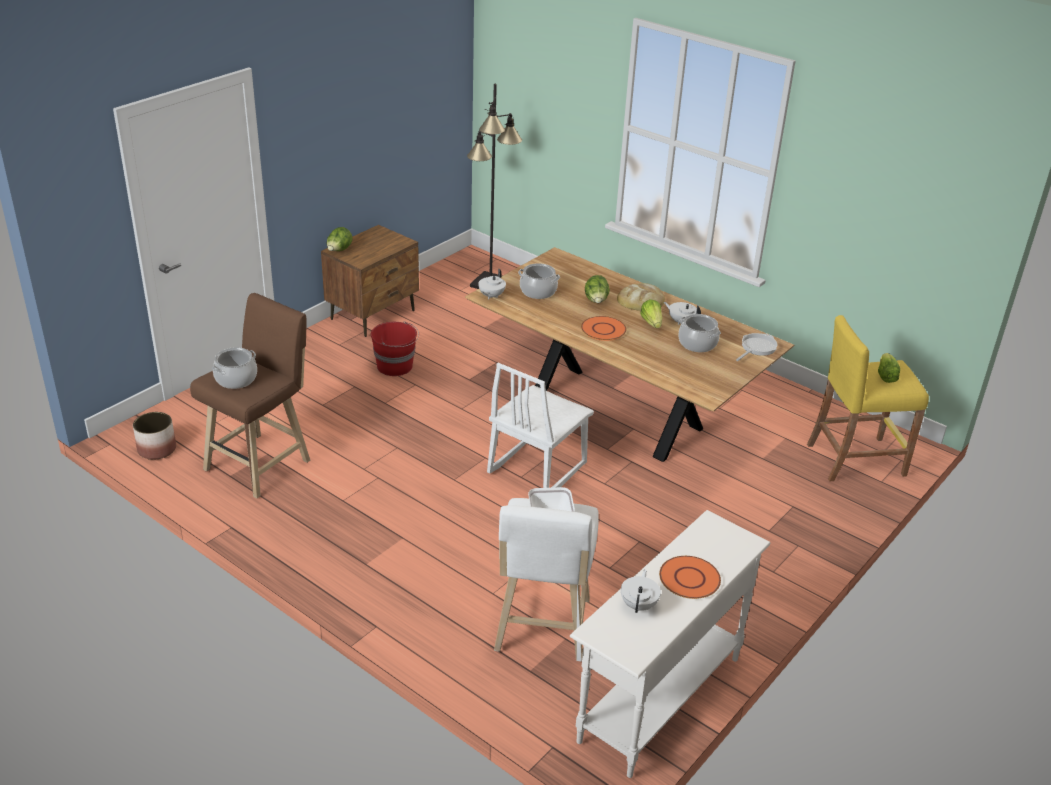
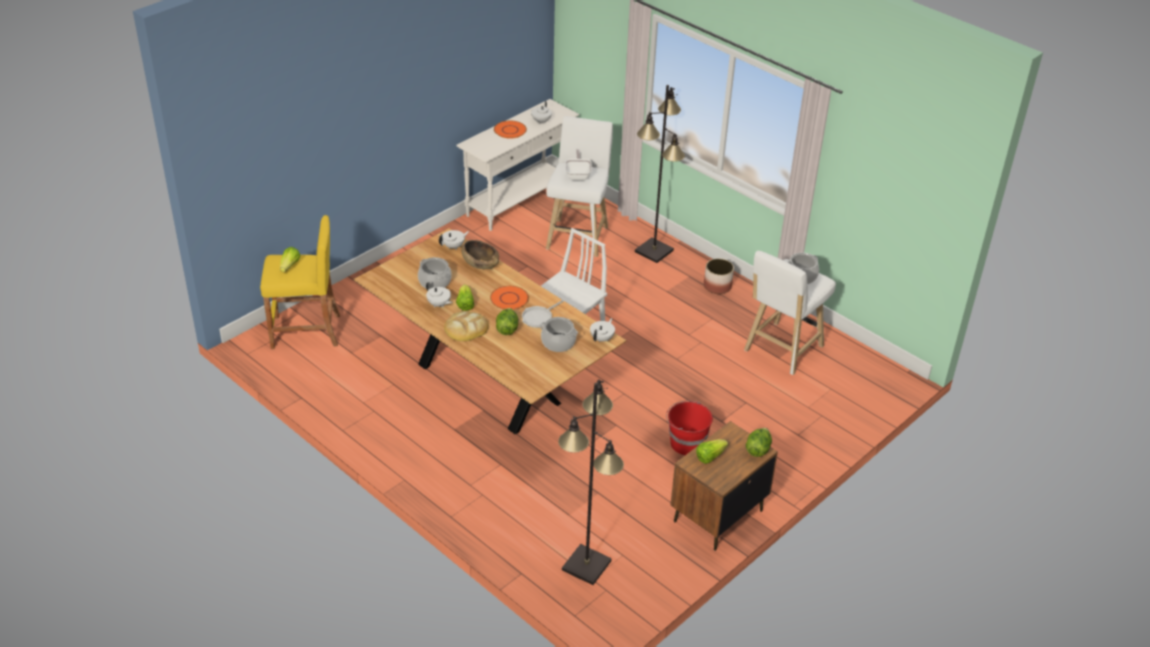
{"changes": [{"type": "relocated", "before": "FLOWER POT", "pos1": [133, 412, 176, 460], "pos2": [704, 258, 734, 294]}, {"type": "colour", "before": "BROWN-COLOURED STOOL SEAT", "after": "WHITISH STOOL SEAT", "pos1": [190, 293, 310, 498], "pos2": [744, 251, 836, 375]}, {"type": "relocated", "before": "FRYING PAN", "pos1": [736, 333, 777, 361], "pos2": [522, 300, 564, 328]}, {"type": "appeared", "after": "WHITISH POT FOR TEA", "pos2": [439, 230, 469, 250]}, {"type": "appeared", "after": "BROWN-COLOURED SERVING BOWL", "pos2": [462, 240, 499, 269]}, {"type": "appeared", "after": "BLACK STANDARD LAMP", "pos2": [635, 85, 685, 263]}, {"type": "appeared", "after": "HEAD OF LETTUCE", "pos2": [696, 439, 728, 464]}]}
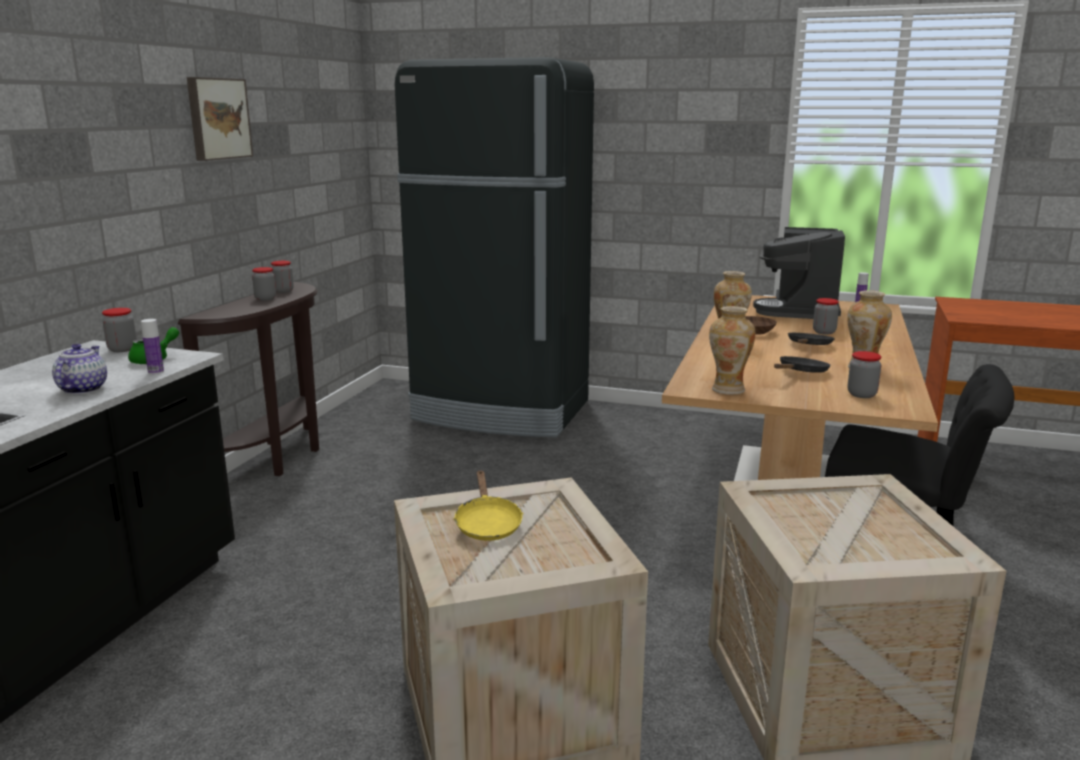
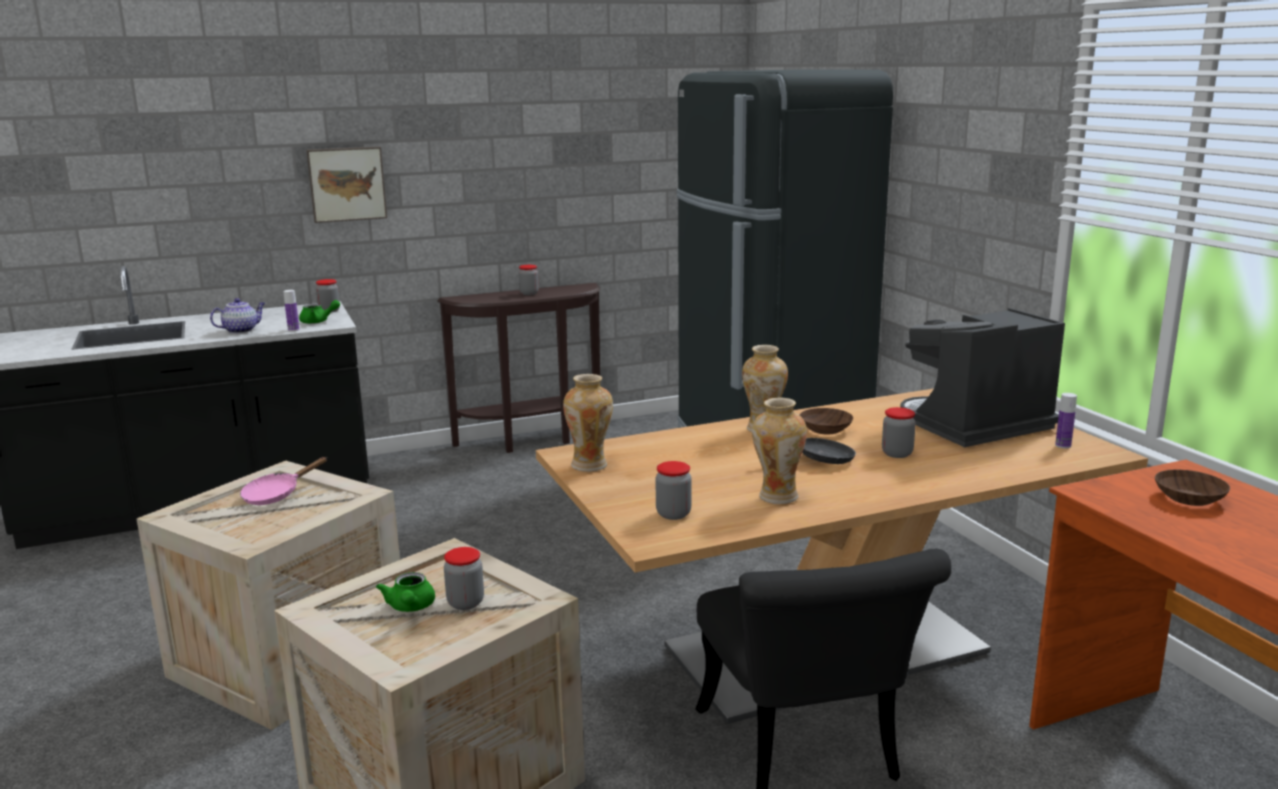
{"changes": [{"type": "relocated", "before": "PICTURE", "pos1": [187, 77, 253, 161], "pos2": [306, 147, 387, 223]}, {"type": "relocated", "before": "JAR", "pos1": [271, 261, 294, 293], "pos2": [444, 547, 484, 610]}, {"type": "colour", "before": "YELLOWISH FRYING PAN", "after": "PINK FRYING PAN", "pos1": [453, 470, 523, 541], "pos2": [240, 457, 327, 505]}, {"type": "missing", "before": "BLACK FRYING PAN", "pos1": [774, 356, 831, 373]}, {"type": "appeared", "after": "GREEN POT FOR TEA", "pos2": [376, 572, 435, 612]}, {"type": "appeared", "after": "BROWN-COLOURED SERVING BOWL", "pos2": [1155, 470, 1230, 506]}]}
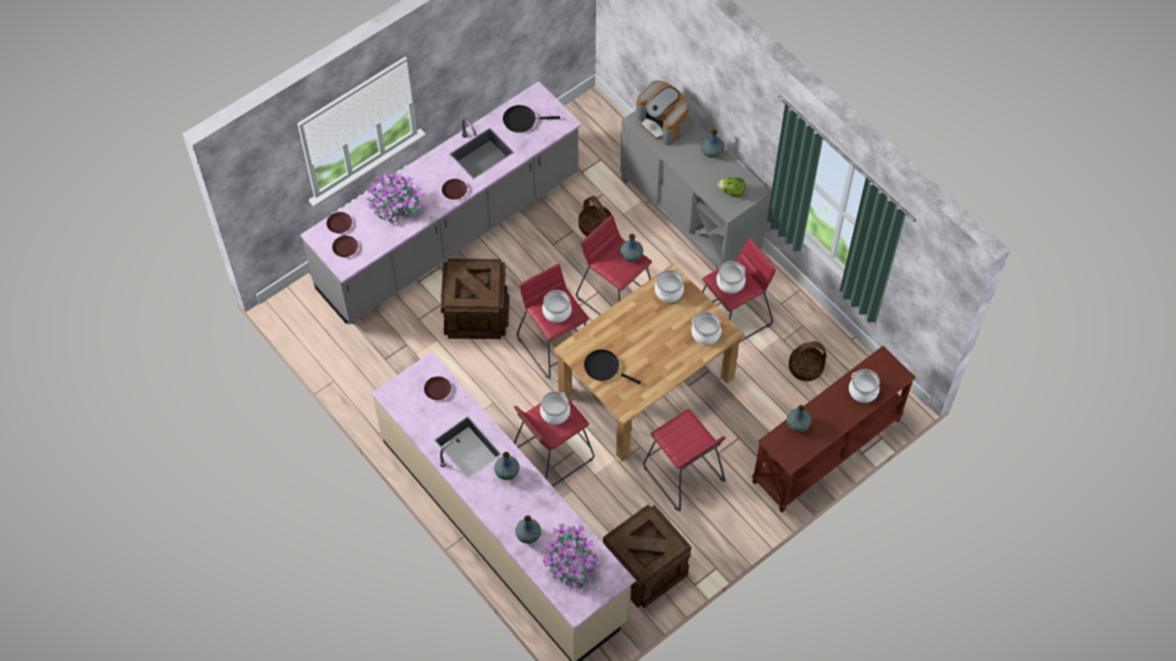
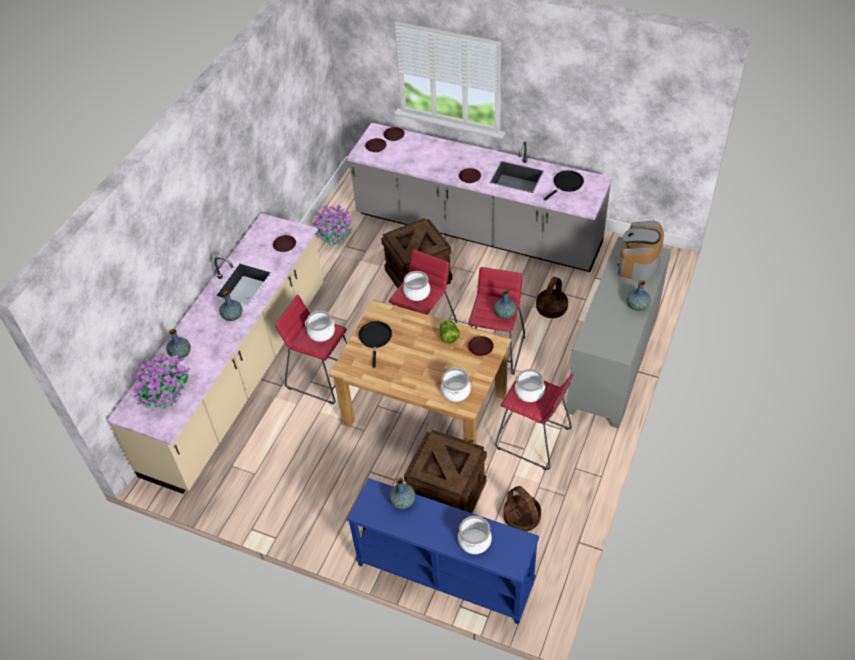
{"changes": [{"type": "relocated", "before": "HOUSEPLANT", "pos1": [366, 172, 423, 222], "pos2": [311, 205, 352, 246]}, {"type": "spun", "before": "BLACK FRYING PAN", "pos1": [503, 105, 560, 133], "pos2": [544, 170, 584, 201], "turn": 75}, {"type": "relocated", "before": "CRATE", "pos1": [603, 505, 691, 608], "pos2": [404, 430, 487, 513]}, {"type": "missing", "before": "RED STOOL SEAT", "pos1": [643, 409, 726, 511]}, {"type": "exchanged", "before": "COOKING POT", "after": "BROWN-COLOURED FLAT DISH", "pos1": [655, 270, 684, 302], "pos2": [468, 336, 494, 356]}, {"type": "relocated", "before": "HEAD OF LETTUCE", "pos1": [718, 178, 745, 198], "pos2": [440, 318, 460, 344]}, {"type": "colour", "before": "BROWN-COLOURED NARROW TABLE", "after": "BLUISH NARROW TABLE", "pos1": [752, 346, 915, 512], "pos2": [347, 478, 539, 624]}]}
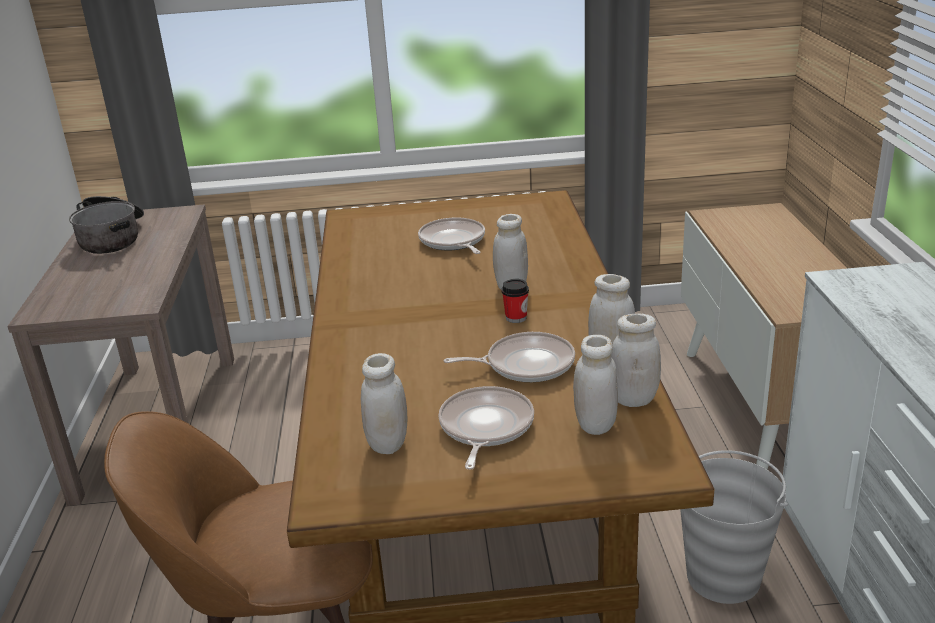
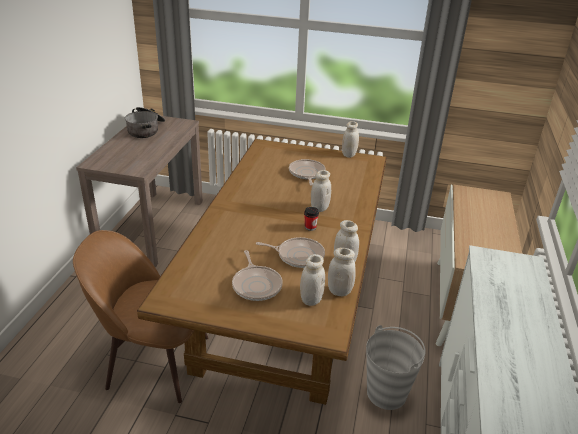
{"changes": [{"type": "relocated", "before": "WHITISH JAR", "pos1": [361, 353, 407, 454], "pos2": [342, 121, 359, 158]}, {"type": "spun", "before": "FRYING PAN", "pos1": [439, 386, 534, 470], "pos2": [232, 250, 283, 301], "turn": 135}]}
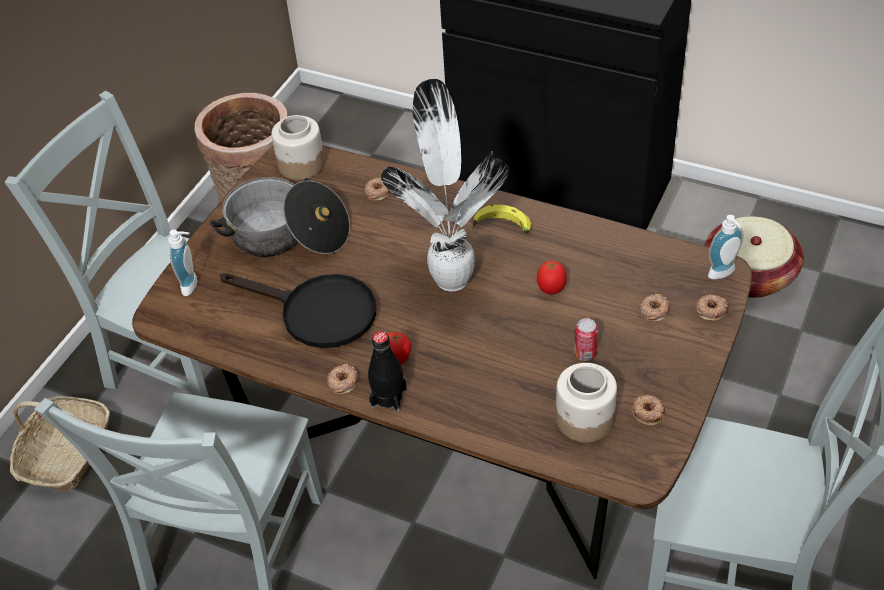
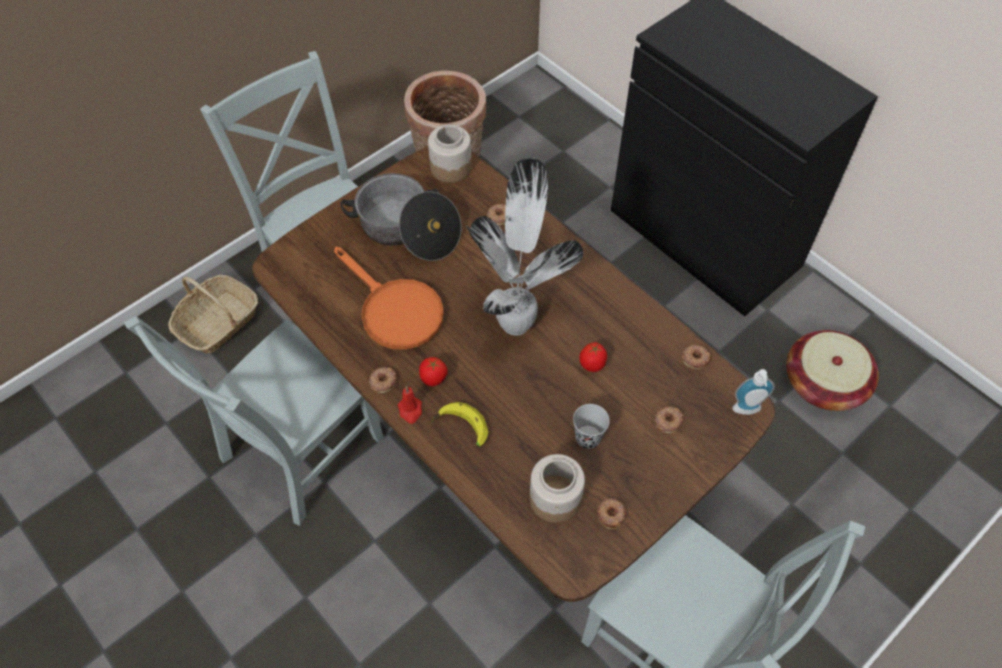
{"changes": [{"type": "missing", "before": "LIQUID SOAP BOTTLE", "pos1": [168, 230, 197, 296]}, {"type": "colour", "before": "BLACK FRYING PAN", "after": "ORANGE-COLOURED FRYING PAN", "pos1": [220, 273, 376, 348], "pos2": [334, 247, 444, 350]}, {"type": "exchanged", "before": "BLACK BOTTLE", "after": "RED WAX CANDLE", "pos1": [368, 331, 407, 412], "pos2": [398, 386, 422, 424]}, {"type": "relocated", "before": "BANANA FRUIT", "pos1": [472, 204, 531, 233], "pos2": [432, 402, 488, 448]}, {"type": "exchanged", "before": "CAN", "after": "BLACK SMALL CUP", "pos1": [574, 318, 598, 361], "pos2": [573, 404, 610, 449]}, {"type": "relocated", "before": "RING DOUGHNUT", "pos1": [695, 294, 729, 321], "pos2": [681, 344, 711, 370]}]}
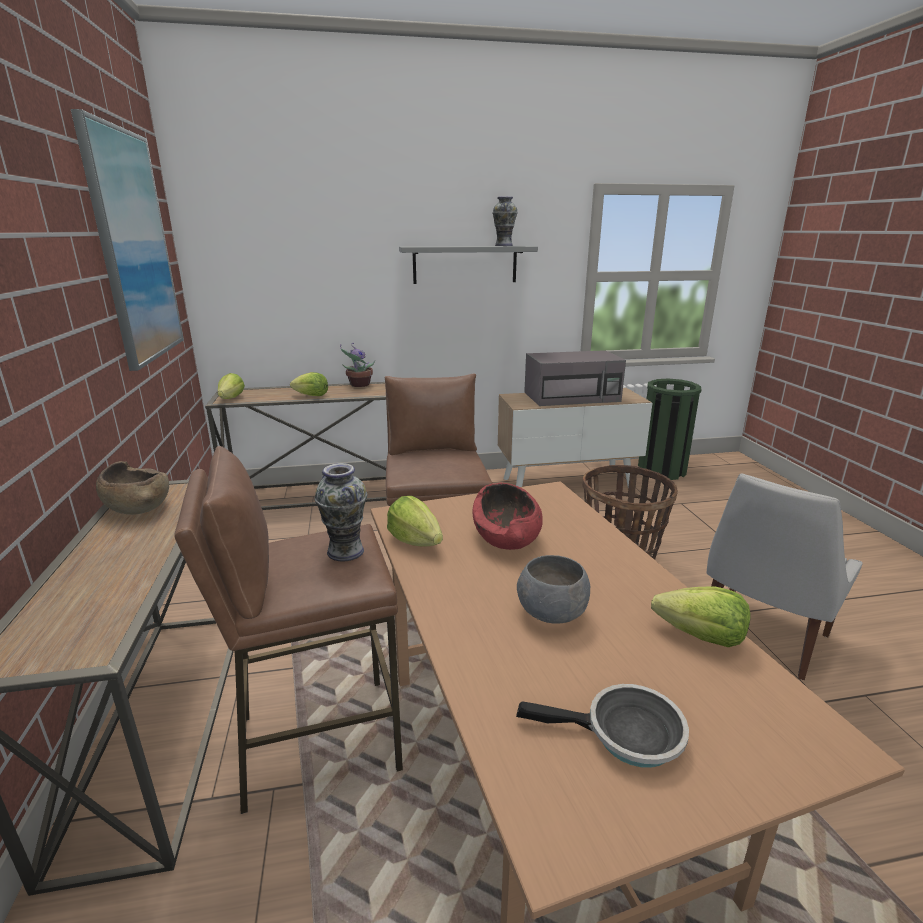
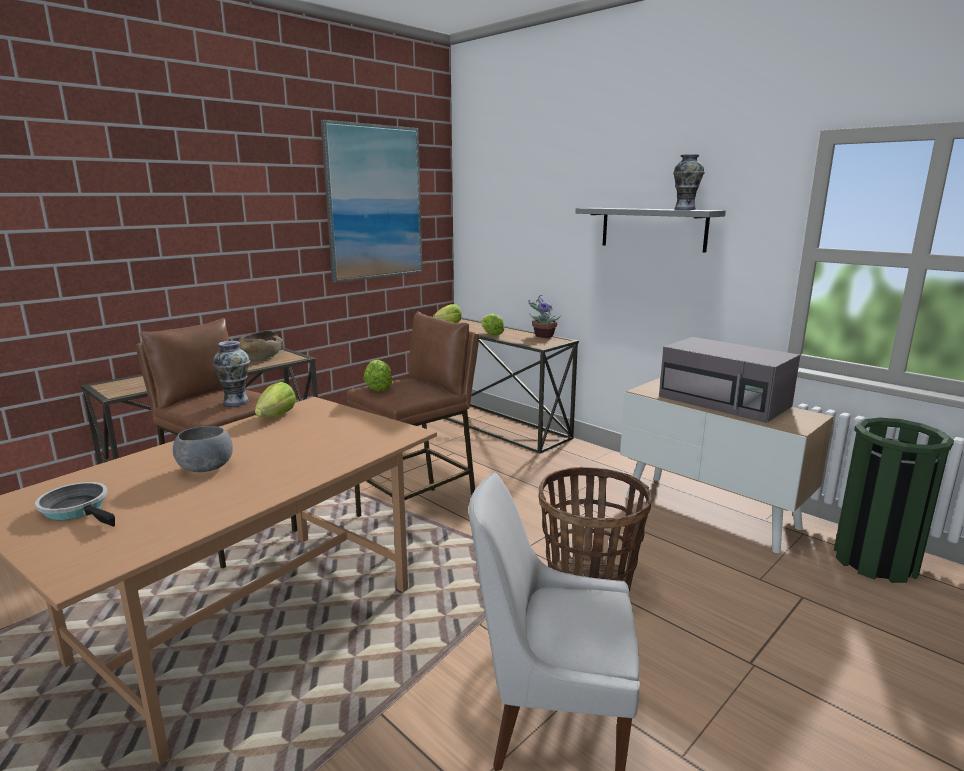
{"changes": [{"type": "missing", "before": "RED SERVING BOWL", "pos1": [472, 483, 543, 550]}, {"type": "spun", "before": "FRYING PAN", "pos1": [516, 684, 689, 768], "pos2": [35, 482, 115, 527], "turn": 150}, {"type": "relocated", "before": "HEAD OF LETTUCE", "pos1": [651, 586, 750, 647], "pos2": [364, 360, 392, 391]}]}
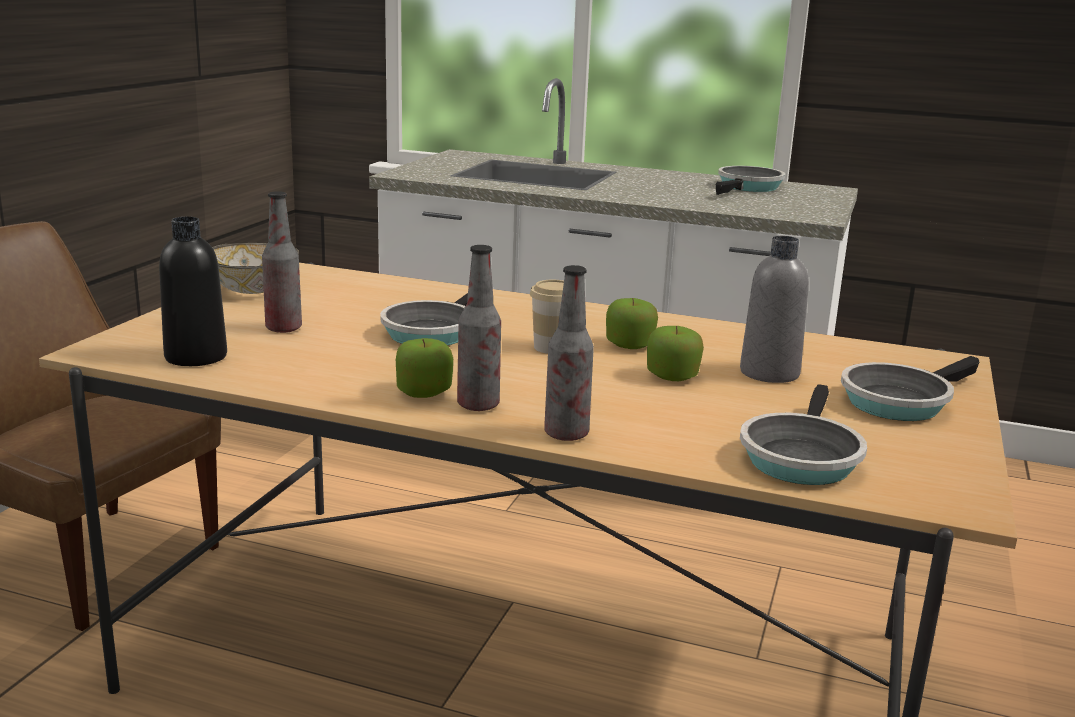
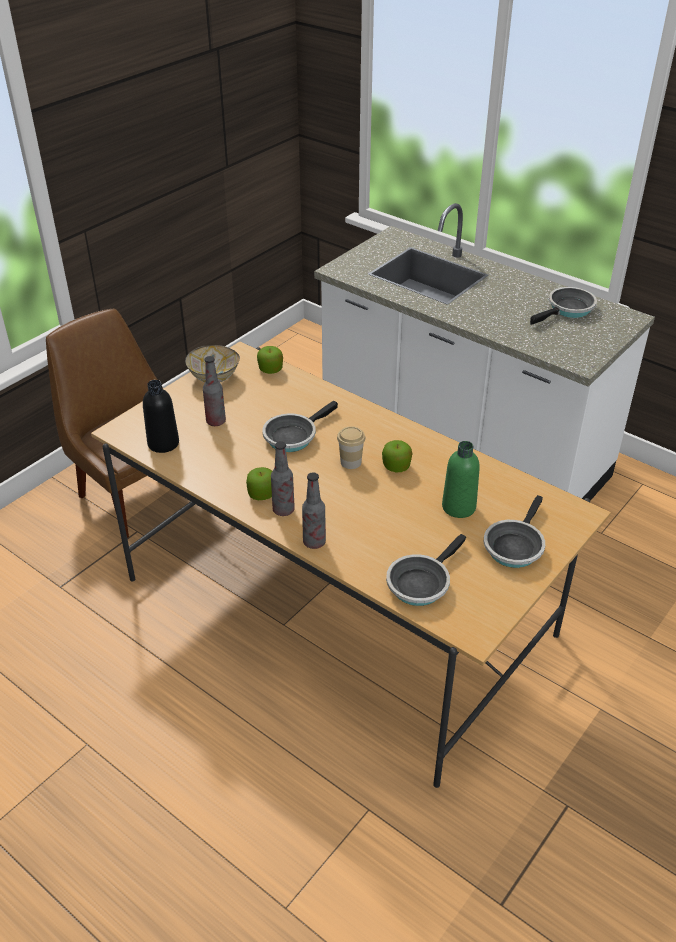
{"changes": [{"type": "relocated", "before": "APPLE", "pos1": [647, 326, 704, 381], "pos2": [257, 346, 283, 374]}, {"type": "colour", "before": "GREY BOTTLE", "after": "GREEN BOTTLE", "pos1": [740, 236, 809, 383], "pos2": [442, 441, 480, 518]}, {"type": "spun", "before": "FRYING PAN", "pos1": [841, 356, 979, 421], "pos2": [484, 495, 545, 568], "turn": -45}]}
